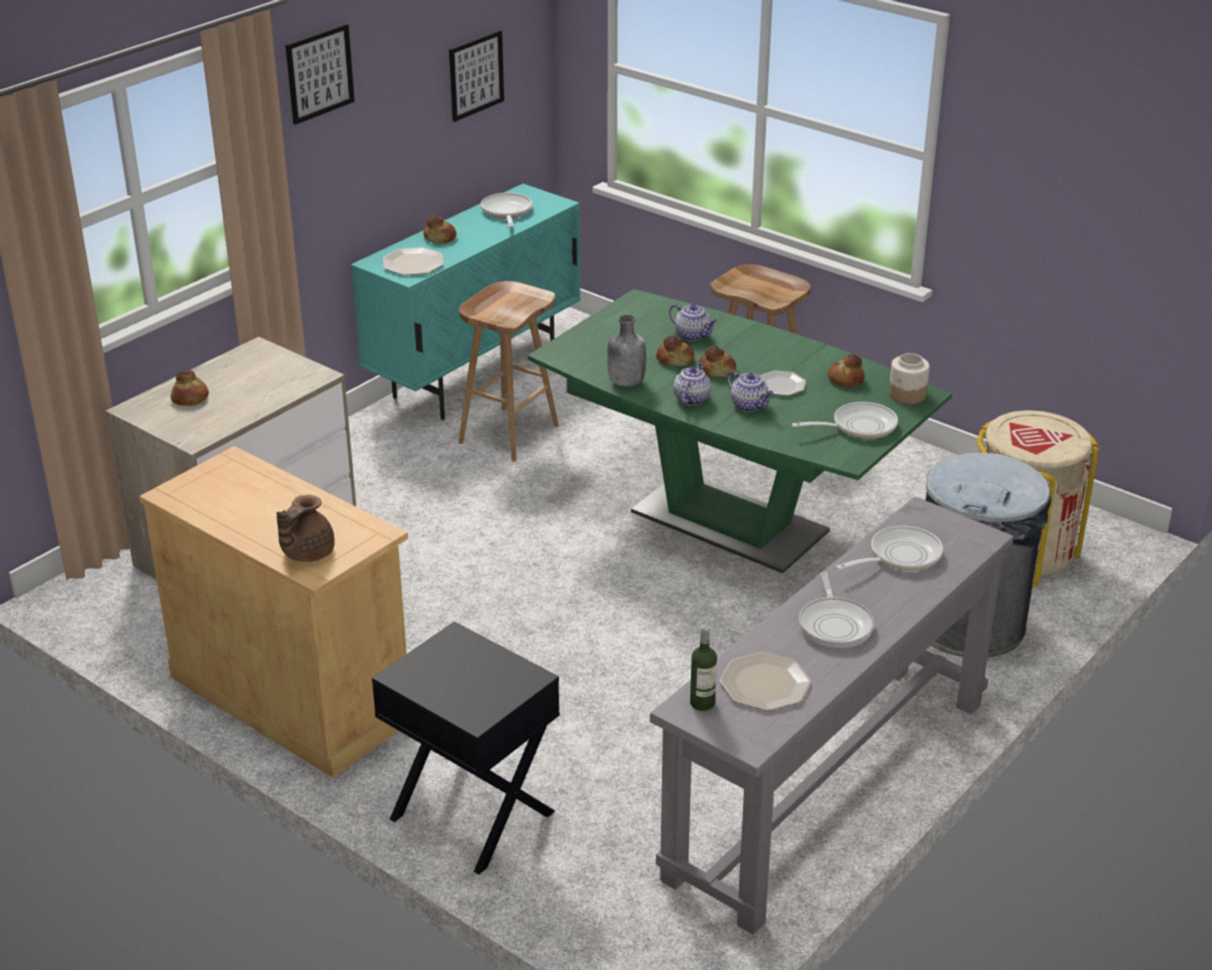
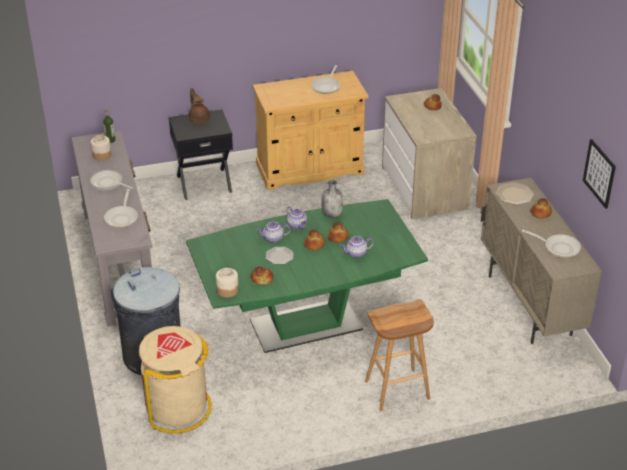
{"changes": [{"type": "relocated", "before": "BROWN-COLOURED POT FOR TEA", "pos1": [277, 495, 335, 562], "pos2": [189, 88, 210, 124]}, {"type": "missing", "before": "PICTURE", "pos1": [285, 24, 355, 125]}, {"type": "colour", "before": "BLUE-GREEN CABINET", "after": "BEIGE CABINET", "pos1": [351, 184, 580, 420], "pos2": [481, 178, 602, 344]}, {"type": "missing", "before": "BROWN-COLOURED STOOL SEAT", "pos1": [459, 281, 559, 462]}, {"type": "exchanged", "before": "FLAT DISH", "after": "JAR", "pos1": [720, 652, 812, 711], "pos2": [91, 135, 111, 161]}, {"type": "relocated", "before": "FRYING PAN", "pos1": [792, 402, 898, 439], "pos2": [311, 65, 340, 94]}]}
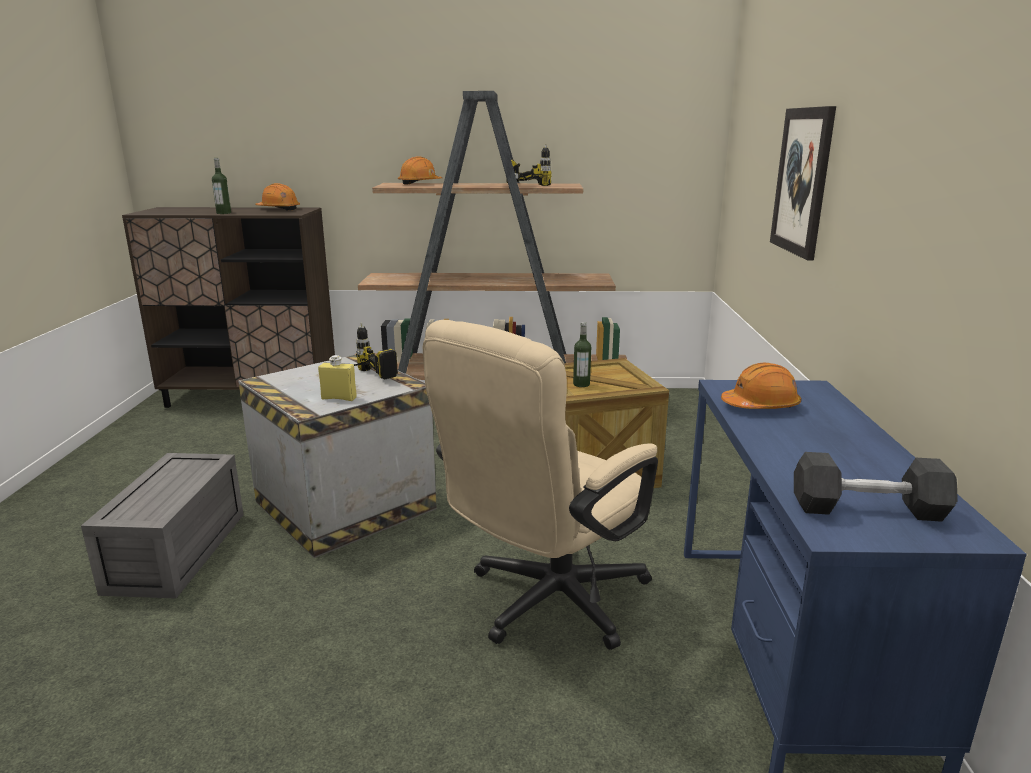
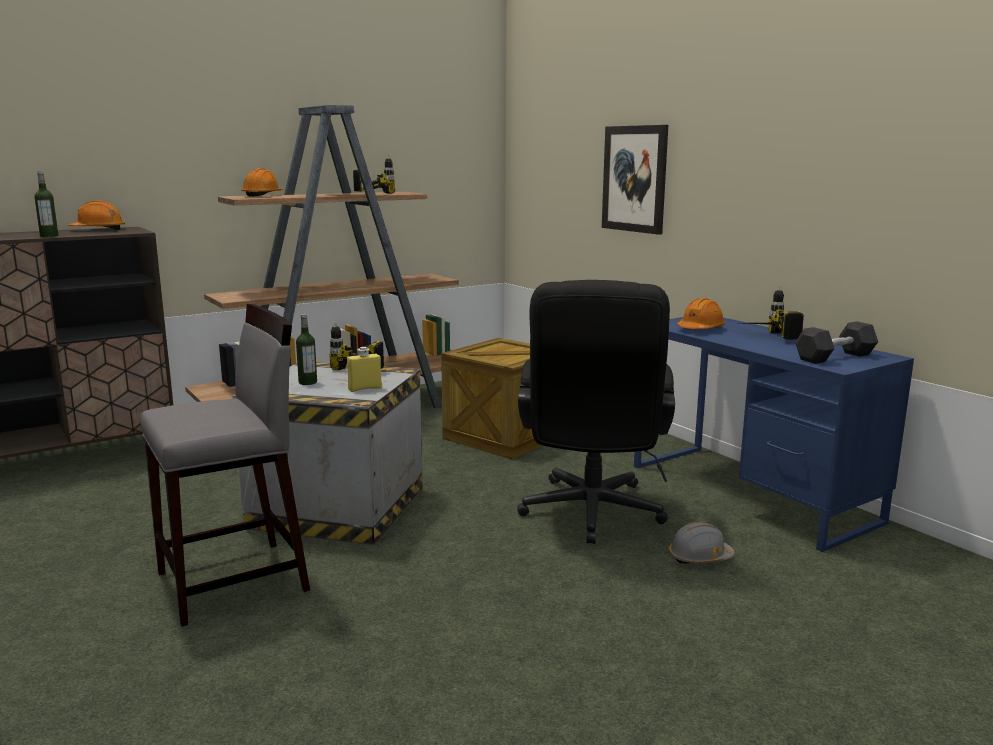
{"changes": [{"type": "exchanged", "before": "GREY STORAGE CONTAINER", "after": "GREY STOOL SEAT", "pos1": [81, 453, 244, 599], "pos2": [140, 304, 310, 627]}, {"type": "colour", "before": "BEIGE DESK CHAIR", "after": "BLACK DESK CHAIR", "pos1": [423, 320, 658, 650], "pos2": [517, 280, 675, 544]}, {"type": "relocated", "before": "BOTTLE", "pos1": [573, 322, 591, 387], "pos2": [296, 314, 317, 385]}, {"type": "appeared", "after": "GREY WORK HELMET", "pos2": [668, 522, 735, 564]}, {"type": "appeared", "after": "DRILL", "pos2": [745, 286, 804, 340]}]}
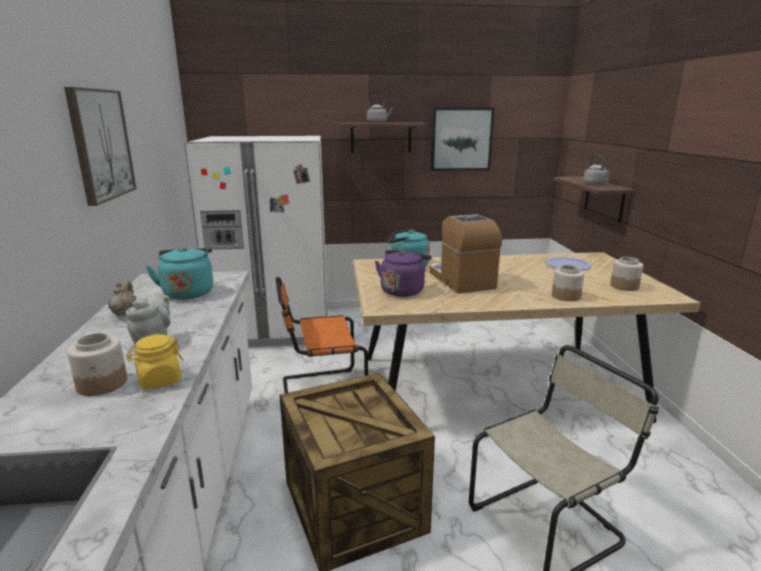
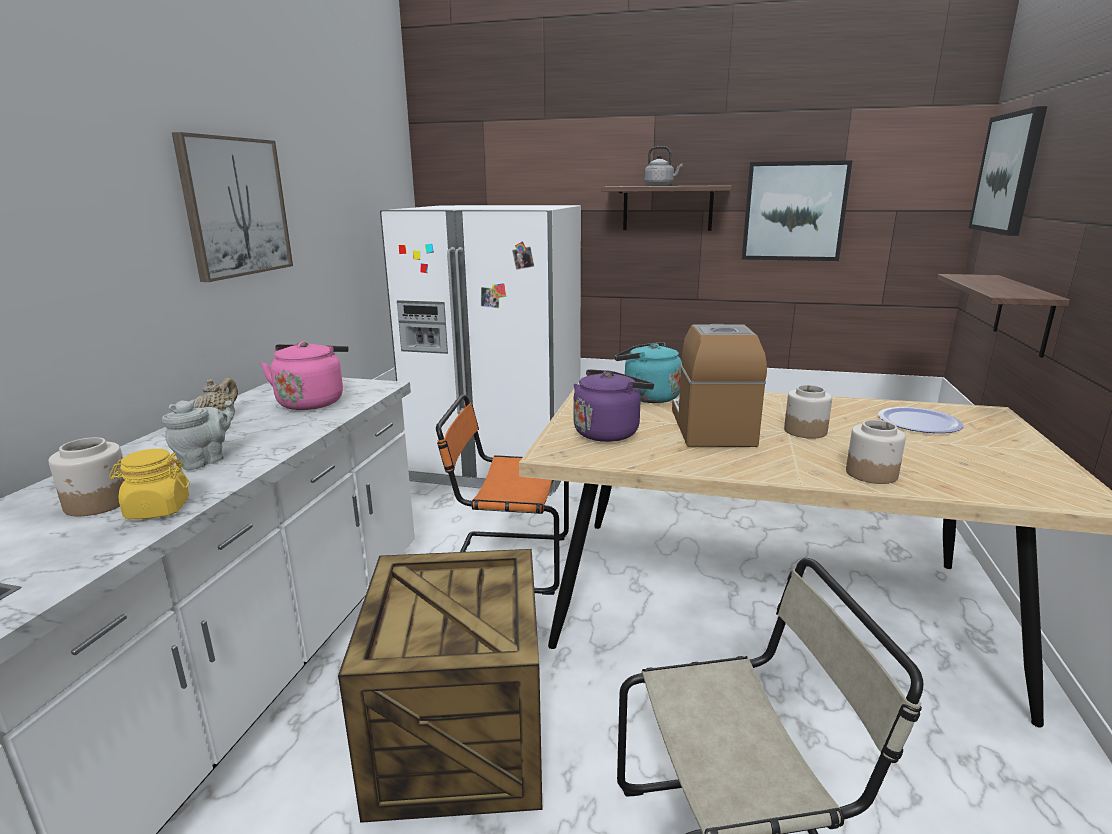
{"changes": [{"type": "colour", "before": "BLUE-GREEN KETTLE", "after": "PINK KETTLE", "pos1": [146, 247, 213, 300], "pos2": [260, 341, 349, 410]}, {"type": "missing", "before": "GREY KETTLE", "pos1": [583, 155, 610, 185]}, {"type": "relocated", "before": "JAR", "pos1": [610, 257, 643, 291], "pos2": [784, 385, 832, 439]}, {"type": "appeared", "after": "PICTURE", "pos2": [969, 106, 1047, 236]}]}
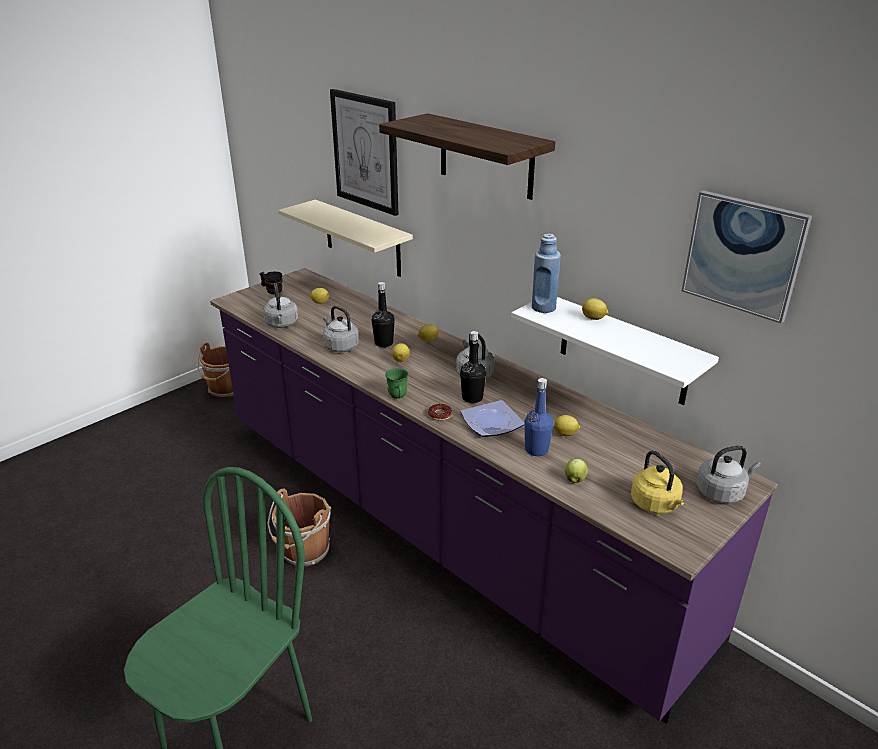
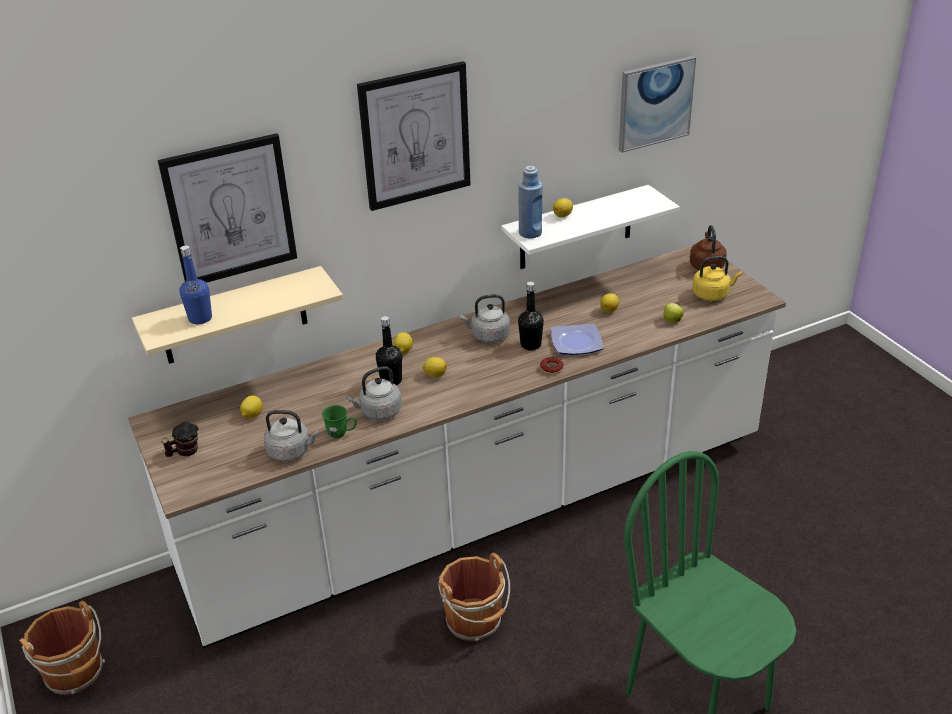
{"changes": [{"type": "colour", "before": "PURPLE-COLOURED KITCHEN COUNTER", "after": "WHITISH KITCHEN COUNTER", "pos1": [210, 268, 778, 724], "pos2": [128, 245, 786, 648]}, {"type": "exchanged", "before": "SHELF", "after": "PICTURE", "pos1": [379, 113, 555, 200], "pos2": [357, 61, 471, 211]}, {"type": "relocated", "before": "GREEN MUG", "pos1": [385, 368, 409, 399], "pos2": [322, 405, 357, 438]}, {"type": "relocated", "before": "BLUISH BOTTLE", "pos1": [524, 378, 554, 456], "pos2": [179, 245, 212, 324]}, {"type": "colour", "before": "GREY KETTLE", "after": "BROWN-COLOURED KETTLE", "pos1": [696, 446, 761, 504], "pos2": [690, 225, 727, 270]}]}
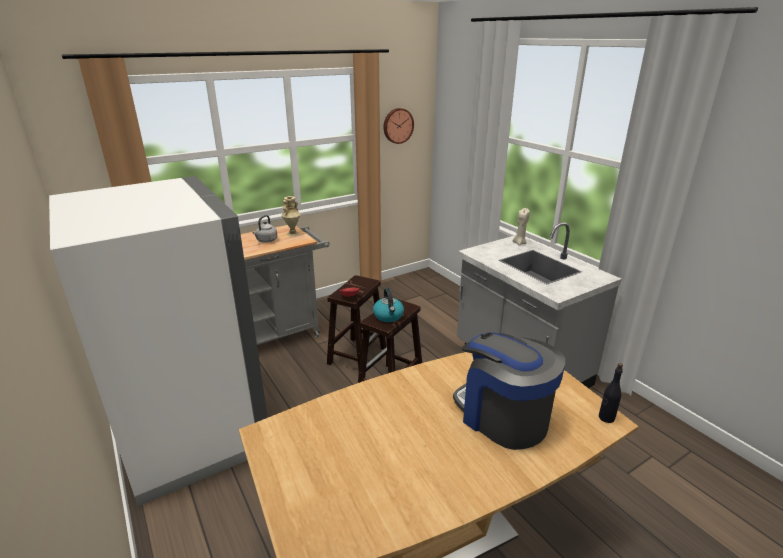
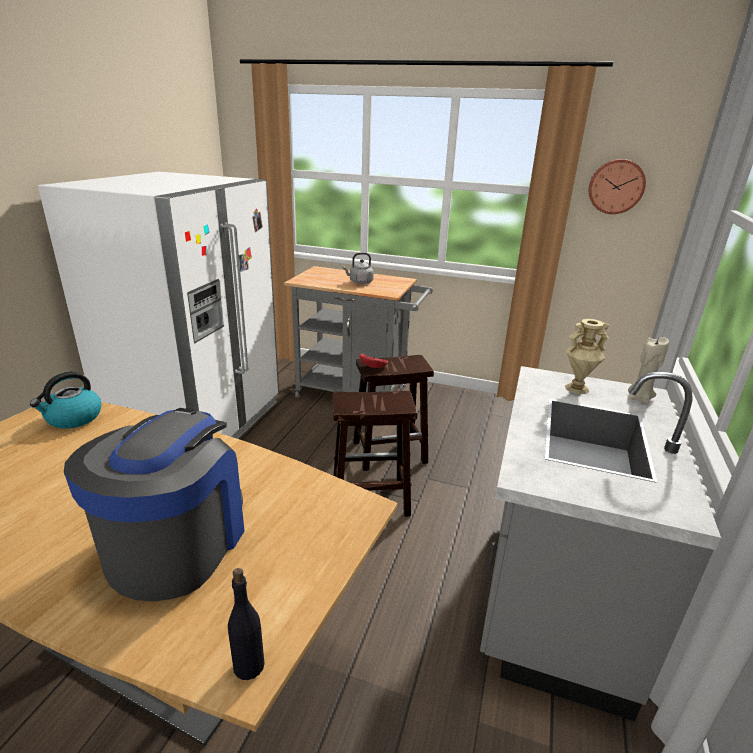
{"changes": [{"type": "relocated", "before": "BEIGE FLOWER VASE", "pos1": [281, 196, 301, 237], "pos2": [565, 319, 609, 394]}, {"type": "relocated", "before": "KETTLE", "pos1": [373, 288, 404, 322], "pos2": [30, 371, 101, 429]}]}
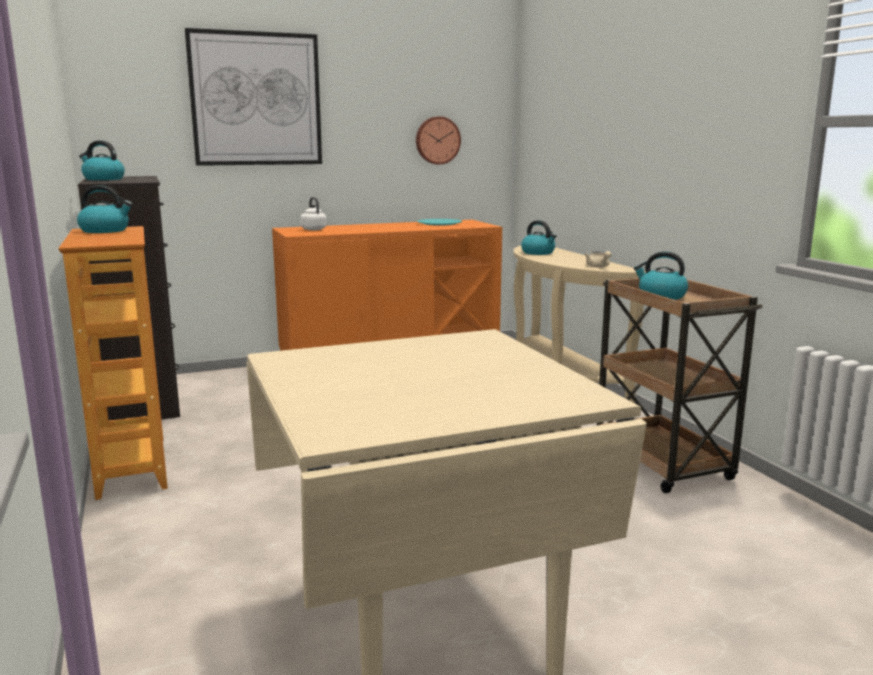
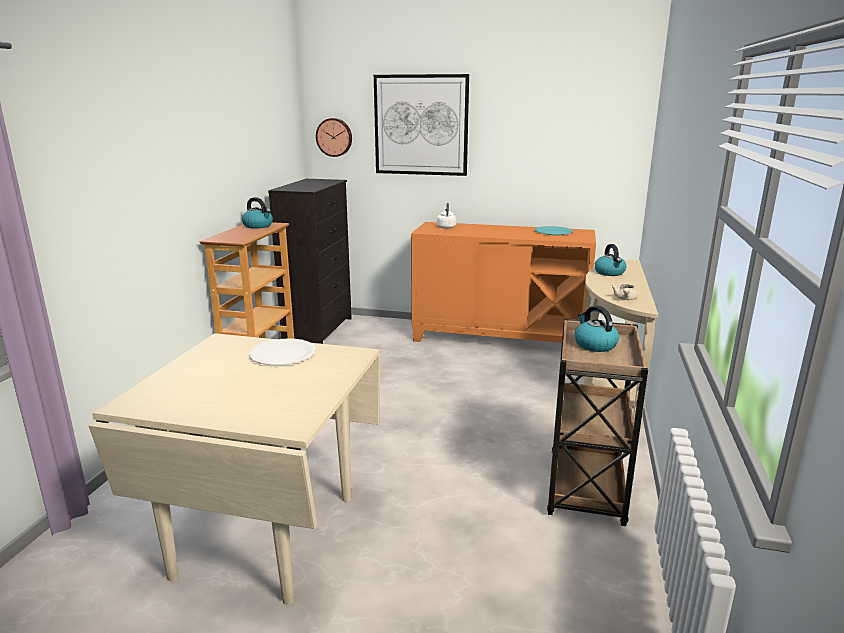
{"changes": [{"type": "missing", "before": "KETTLE", "pos1": [79, 140, 125, 180]}, {"type": "relocated", "before": "WALL CLOCK", "pos1": [416, 116, 461, 165], "pos2": [316, 118, 352, 157]}, {"type": "appeared", "after": "WHITISH FLAT DISH", "pos2": [249, 339, 316, 365]}]}
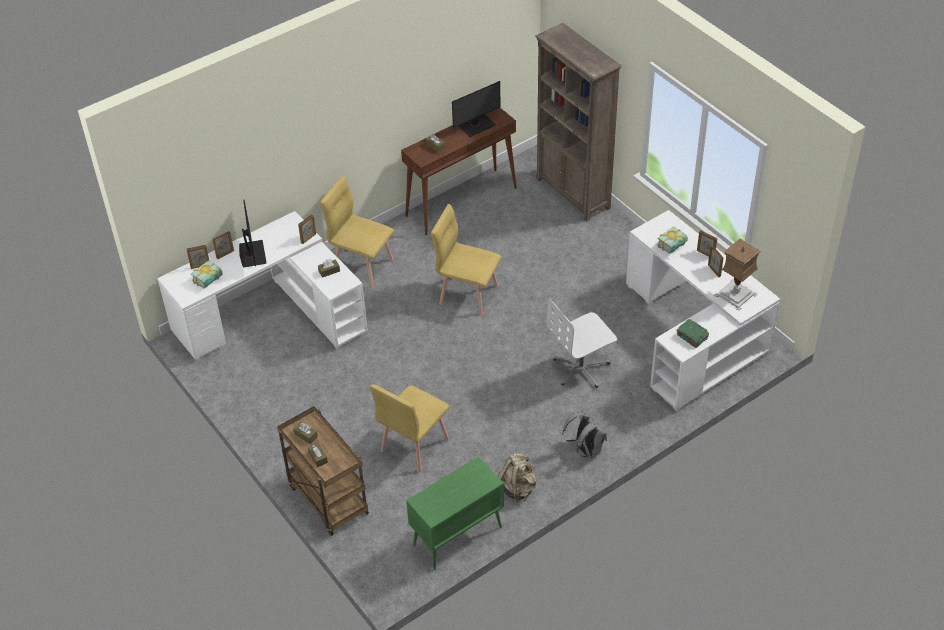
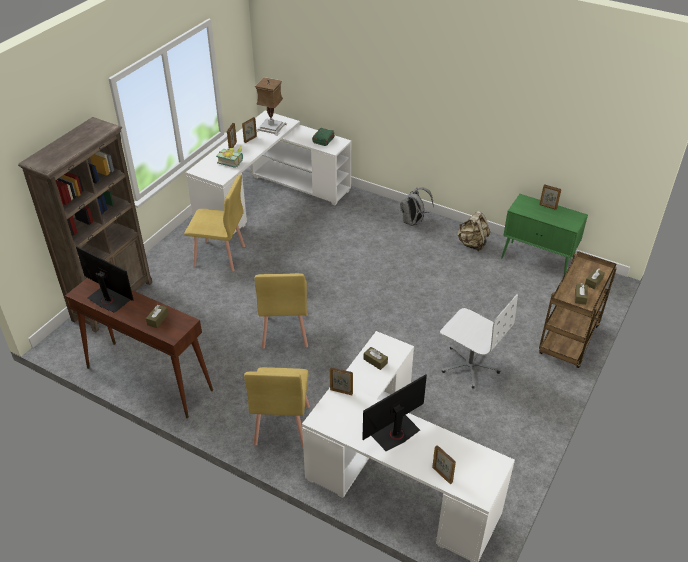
{"changes": [{"type": "missing", "before": "BOOK", "pos1": [191, 260, 223, 288]}, {"type": "relocated", "before": "STANDING FRAME", "pos1": [212, 231, 234, 259], "pos2": [539, 184, 562, 210]}, {"type": "relocated", "before": "YELLOWISH CHAIR", "pos1": [370, 384, 450, 472], "pos2": [184, 174, 245, 271]}, {"type": "relocated", "before": "WHITISH DESK CHAIR", "pos1": [547, 299, 617, 388], "pos2": [440, 294, 518, 389]}]}
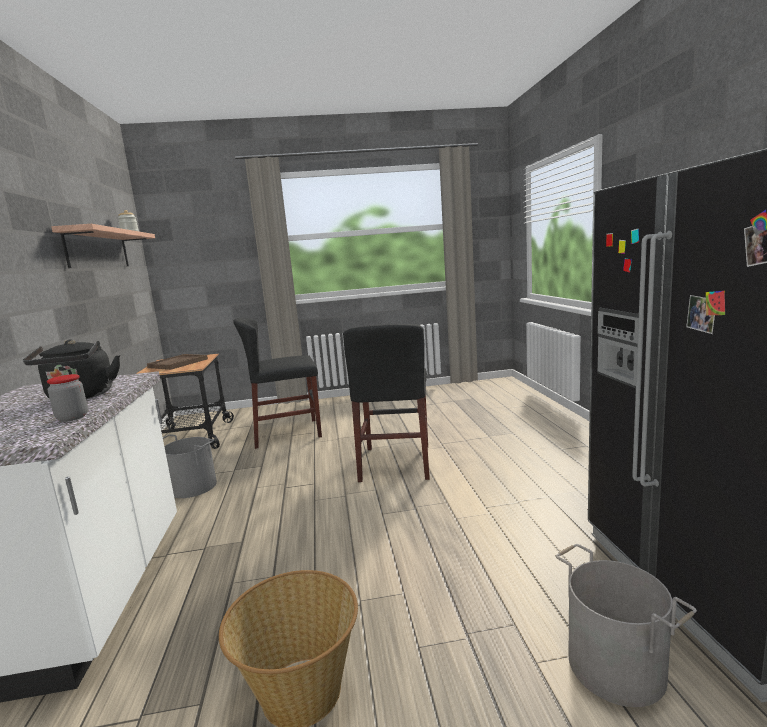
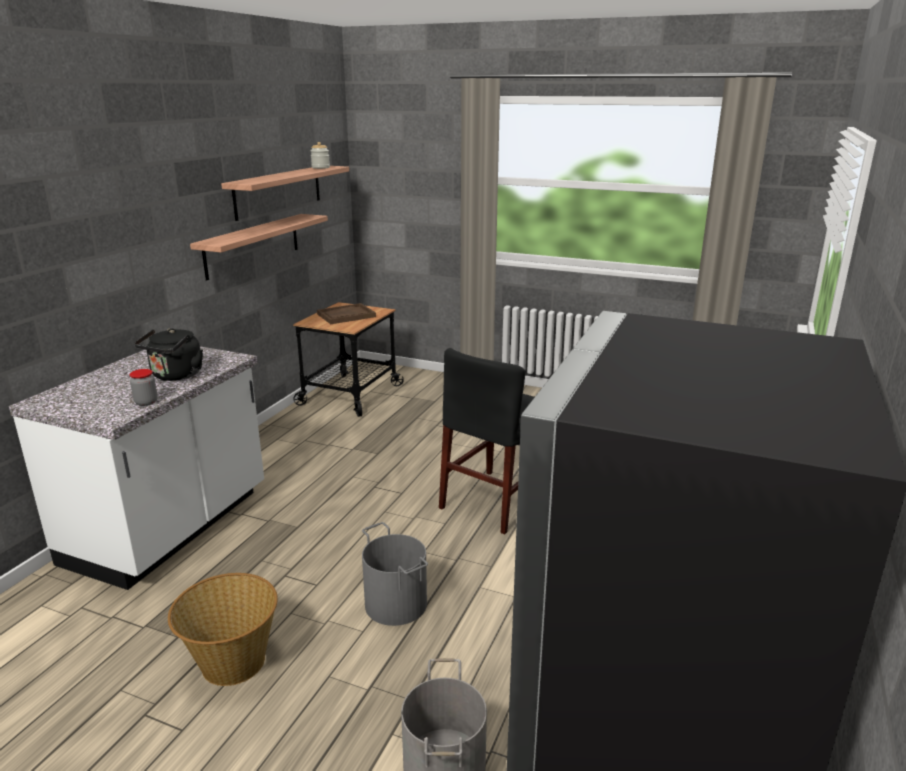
{"changes": [{"type": "relocated", "before": "GREY WATER BUCKET", "pos1": [163, 434, 217, 498], "pos2": [362, 522, 428, 626]}, {"type": "missing", "before": "BLACK CHAIR", "pos1": [233, 318, 322, 449]}, {"type": "appeared", "after": "SHELF", "pos2": [190, 214, 328, 280]}]}
